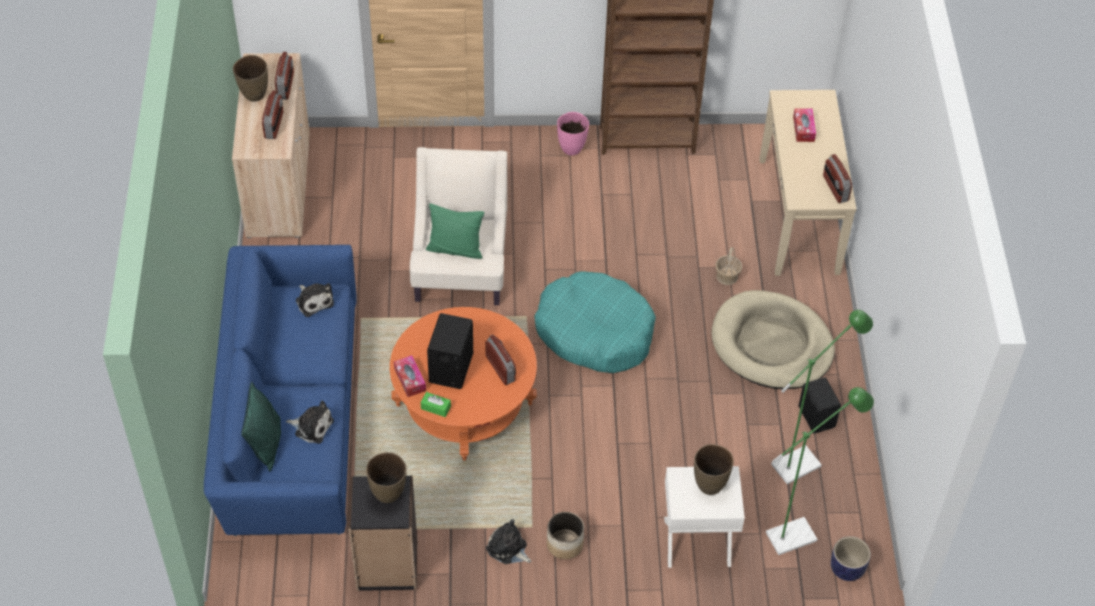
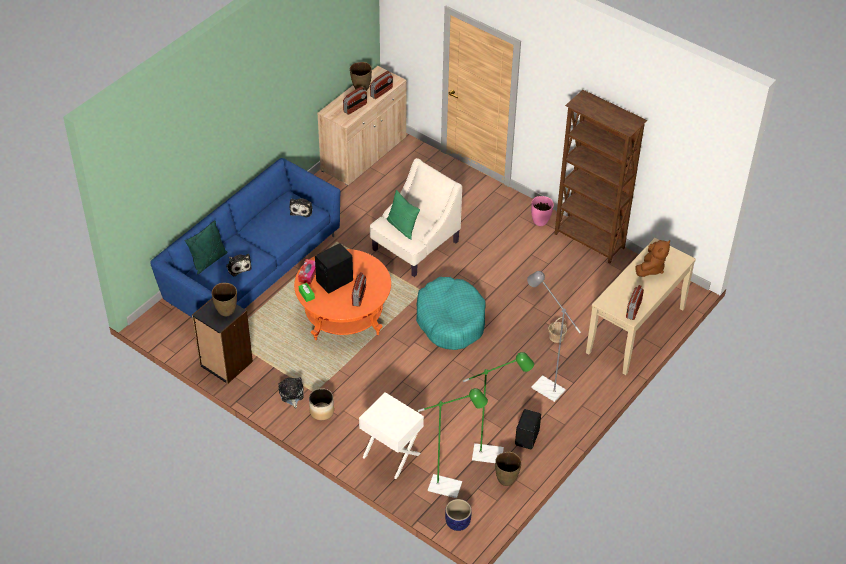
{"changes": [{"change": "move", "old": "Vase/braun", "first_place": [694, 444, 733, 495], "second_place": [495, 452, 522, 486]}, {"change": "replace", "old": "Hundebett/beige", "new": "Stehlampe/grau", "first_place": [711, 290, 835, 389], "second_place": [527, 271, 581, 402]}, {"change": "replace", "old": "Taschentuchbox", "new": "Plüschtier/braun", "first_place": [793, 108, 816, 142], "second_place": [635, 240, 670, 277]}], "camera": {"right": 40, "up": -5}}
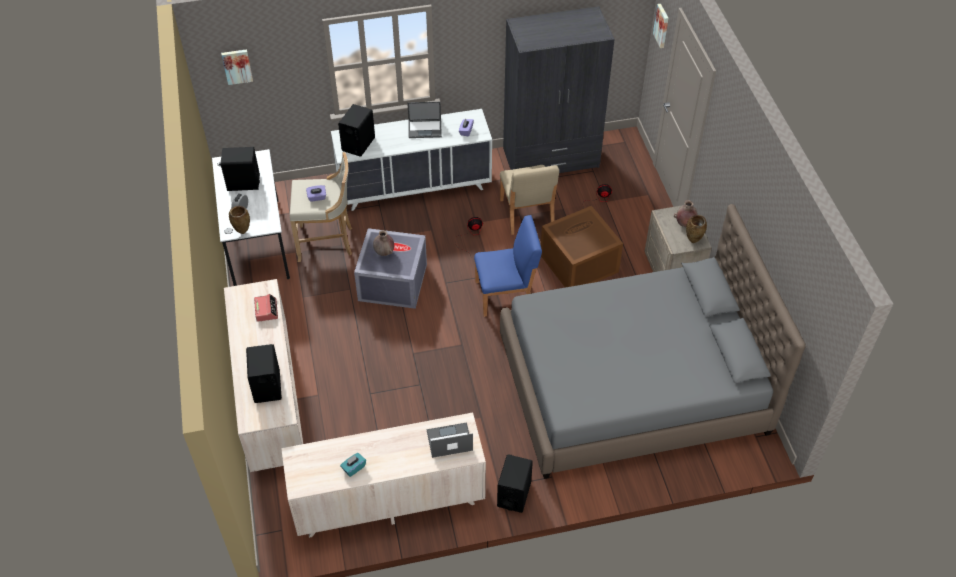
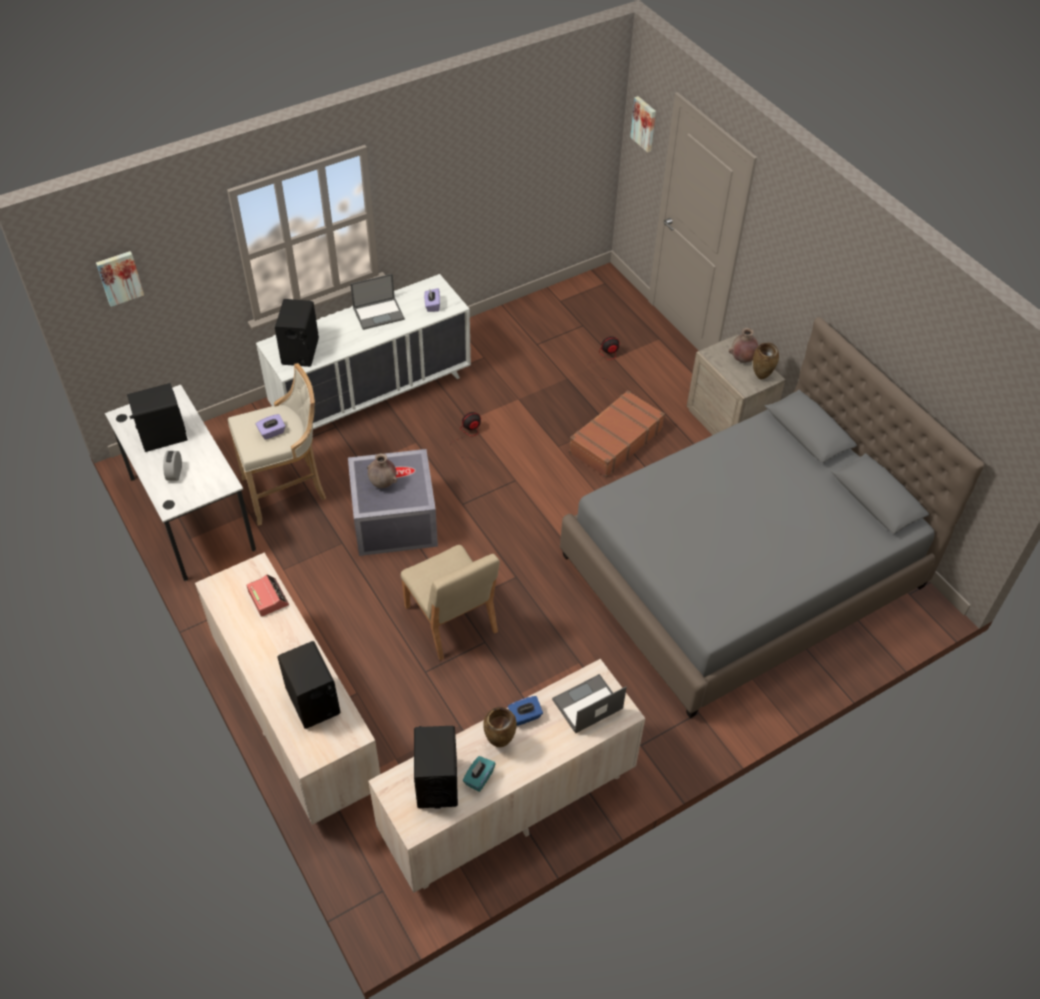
{"changes": [{"change": "move", "old": "Stuhl/beige", "first_place": [500, 165, 559, 235], "second_place": [400, 545, 500, 661]}, {"change": "move", "old": "Lautsprecher/schwarz", "first_place": [497, 454, 533, 513], "second_place": [414, 726, 458, 809]}, {"change": "move", "old": "Vase/braun", "first_place": [229, 206, 250, 234], "second_place": [483, 707, 517, 747]}, {"change": "insert", "new": "Taschentuchbox/blau", "second_place": [508, 696, 543, 726]}, {"change": "replace", "old": "Aufbewahrungsbox/braun", "new": "Koffer/braun", "first_place": [541, 206, 623, 288], "second_place": [569, 390, 665, 478]}, {"change": "delete", "old": "Stuhl/blau", "first_place": [474, 215, 542, 317]}, {"change": "delete", "old": "Kleiderschrank/grau", "first_place": [503, 6, 615, 173]}], "camera": {"right": -20, "up": 0}}
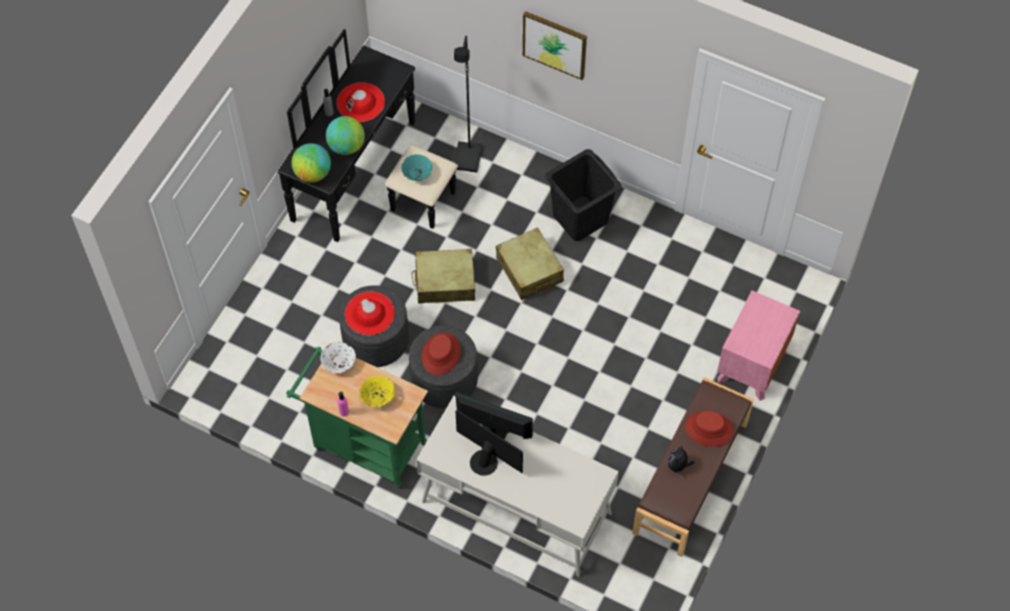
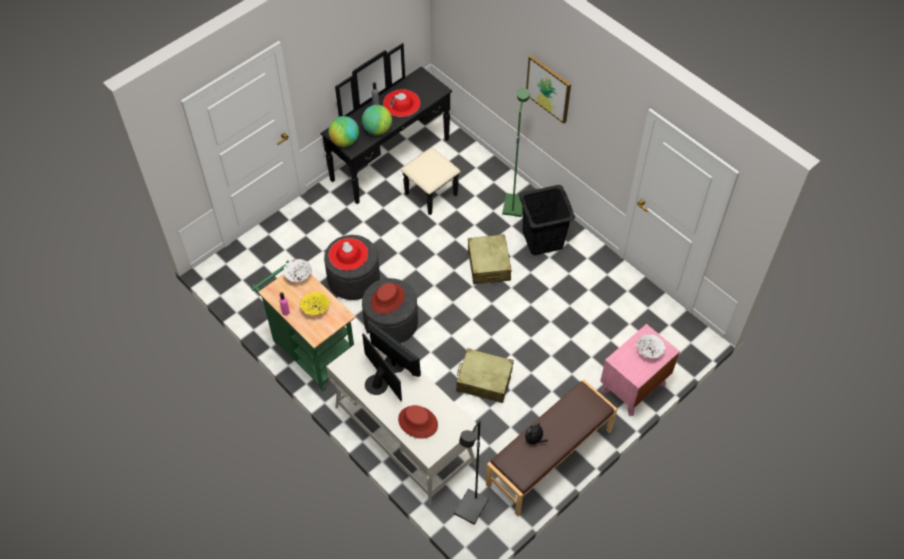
{"changes": [{"change": "move", "old": "Hut/rot", "first_place": [685, 411, 734, 447], "second_place": [398, 405, 438, 439]}, {"change": "move", "old": "Stehlampe/schwarz", "first_place": [454, 36, 482, 173], "second_place": [454, 419, 489, 525]}, {"change": "move", "old": "Koffer/beige", "first_place": [412, 249, 476, 304], "second_place": [456, 348, 514, 403]}, {"change": "insert", "new": "Stehlampe/grün", "second_place": [502, 88, 529, 217]}, {"change": "insert", "new": "Schüssel/weiß", "second_place": [636, 334, 665, 359]}, {"change": "delete", "old": "Schüssel/türkis", "first_place": [401, 154, 432, 181]}], "camera": {"right": 20, "up": -5}}
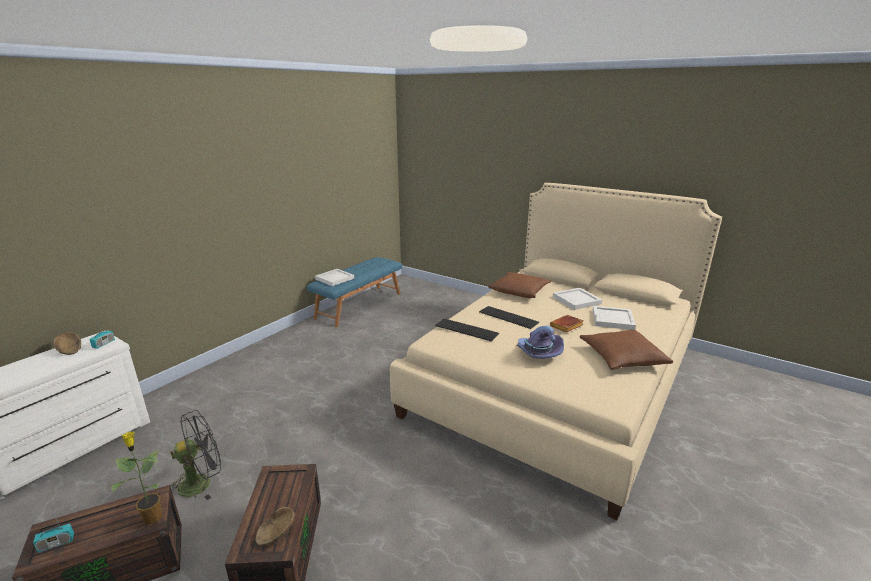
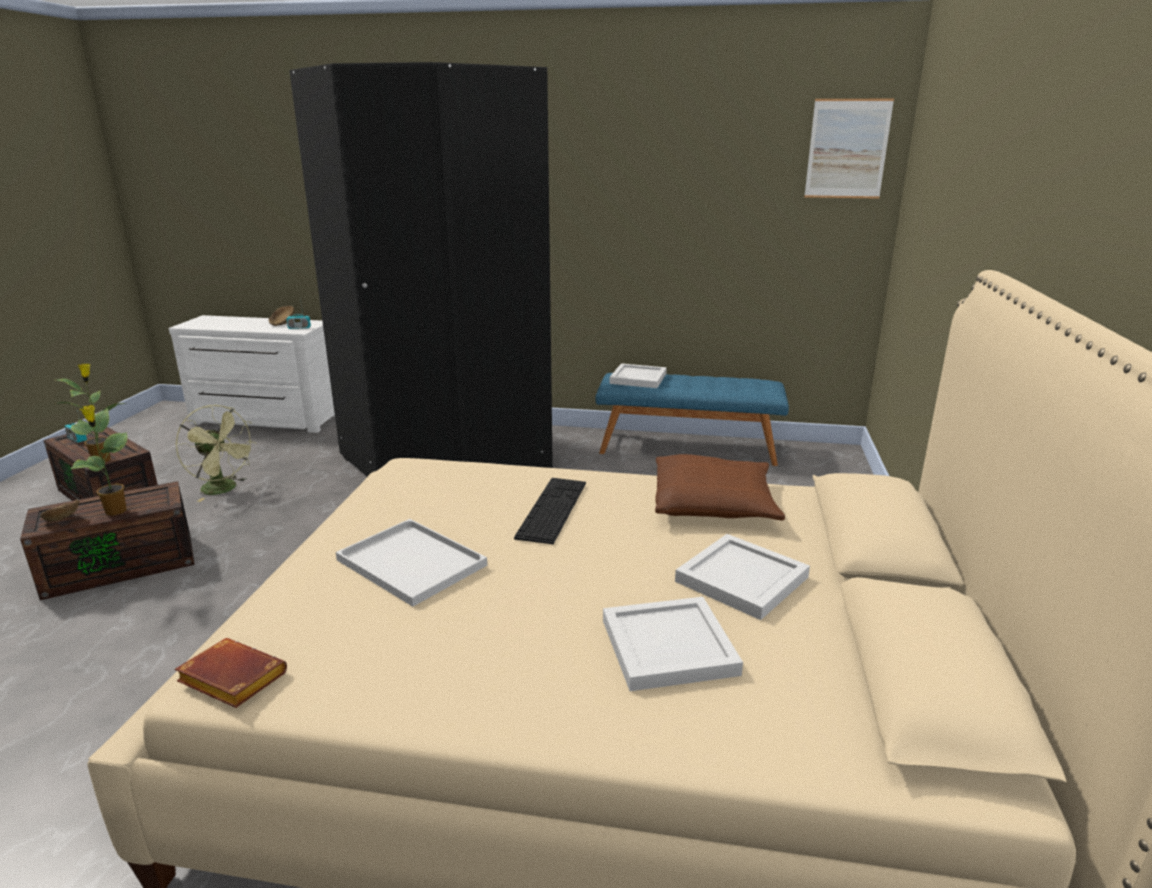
{"changes": [{"change": "insert", "new": "Topfpflanze", "second_place": [70, 405, 128, 515]}, {"change": "recolor", "old": "Ventilator/schwarz", "new": "Ventilator/grün", "first_place": [170, 410, 221, 500], "second_place": [175, 405, 257, 502]}, {"change": "move", "old": "Buch/braun", "first_place": [550, 315, 584, 333], "second_place": [175, 638, 287, 708]}, {"change": "insert", "new": "Kleiderschrank/schwarz", "second_place": [289, 62, 553, 477]}, {"change": "replace", "old": "Hut/lila", "new": "Tablett/weiß", "first_place": [517, 326, 564, 359], "second_place": [336, 519, 487, 607]}, {"change": "insert", "new": "Bild", "second_place": [804, 99, 894, 199]}, {"change": "delete", "old": "Tastatur", "first_place": [435, 319, 499, 341]}, {"change": "delete", "old": "Kissen/braun", "first_place": [580, 330, 673, 370]}], "camera": {"right": 65, "up": 0}}
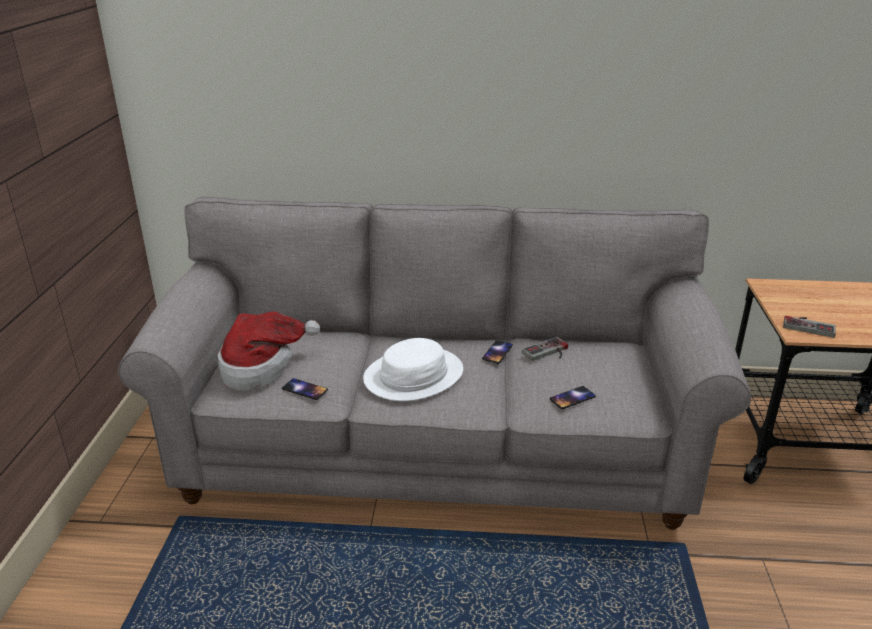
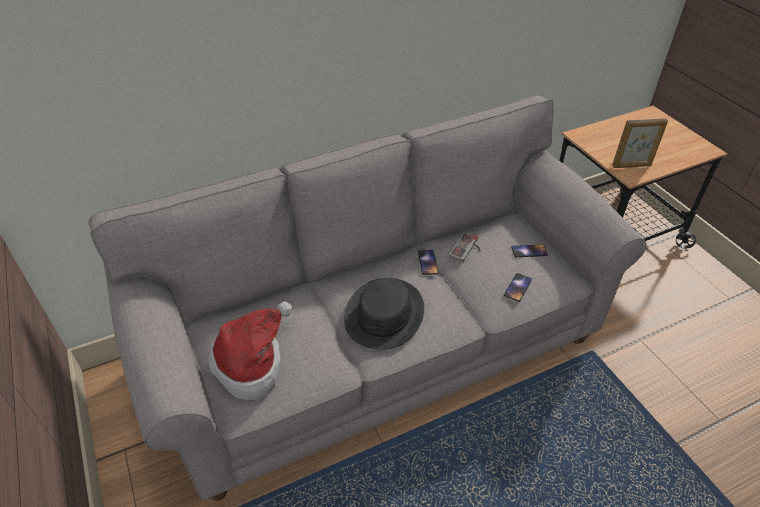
{"changes": [{"change": "recolor", "old": "Hut/weiß", "new": "Hut/schwarz", "first_place": [363, 338, 463, 401], "second_place": [344, 278, 424, 350]}, {"change": "move", "old": "Handy", "first_place": [282, 378, 328, 400], "second_place": [511, 244, 548, 257]}, {"change": "replace", "old": "Gamepad", "new": "Bilderrahmen", "first_place": [783, 316, 836, 338], "second_place": [612, 118, 668, 168]}], "camera": {"right": -30, "up": 15}}
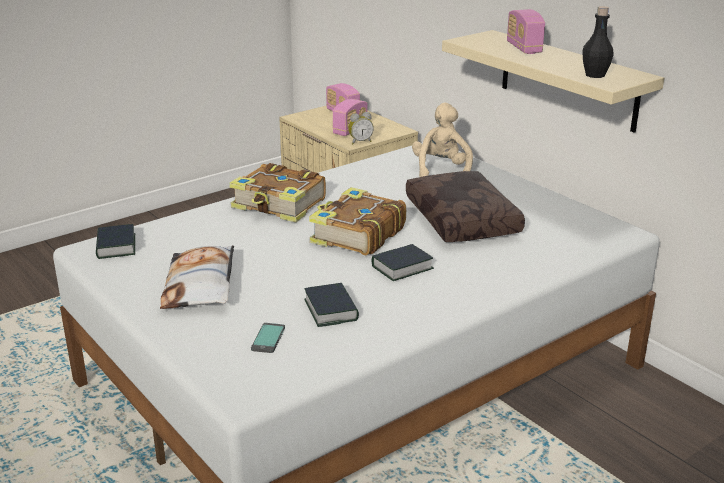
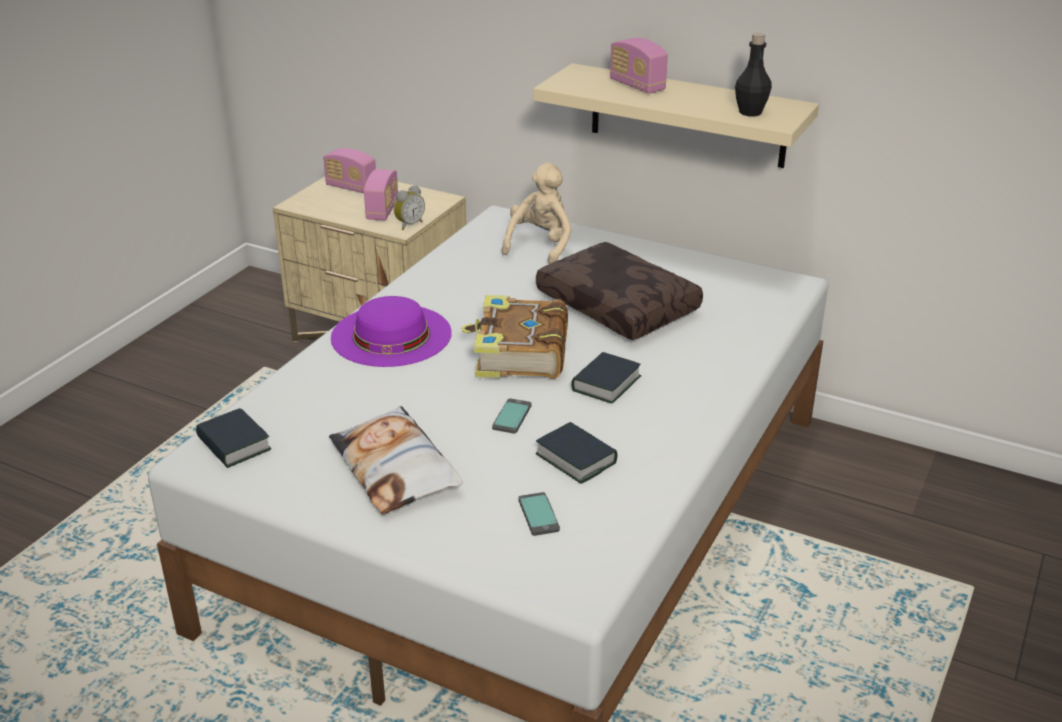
{"changes": [{"change": "replace", "old": "Buch", "new": "Hut/lila", "first_place": [229, 163, 326, 222], "second_place": [331, 296, 452, 367]}, {"change": "insert", "new": "Handy", "second_place": [492, 398, 531, 434]}, {"change": "rotate", "old": "Plüschtier/beige", "first_place": [412, 103, 473, 177], "second_place": [502, 162, 572, 264], "degrees": 45}], "camera": {"right": -25, "up": 5}}
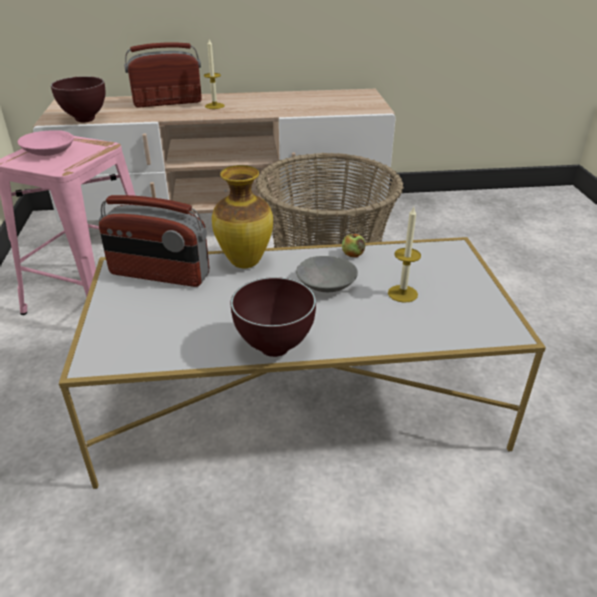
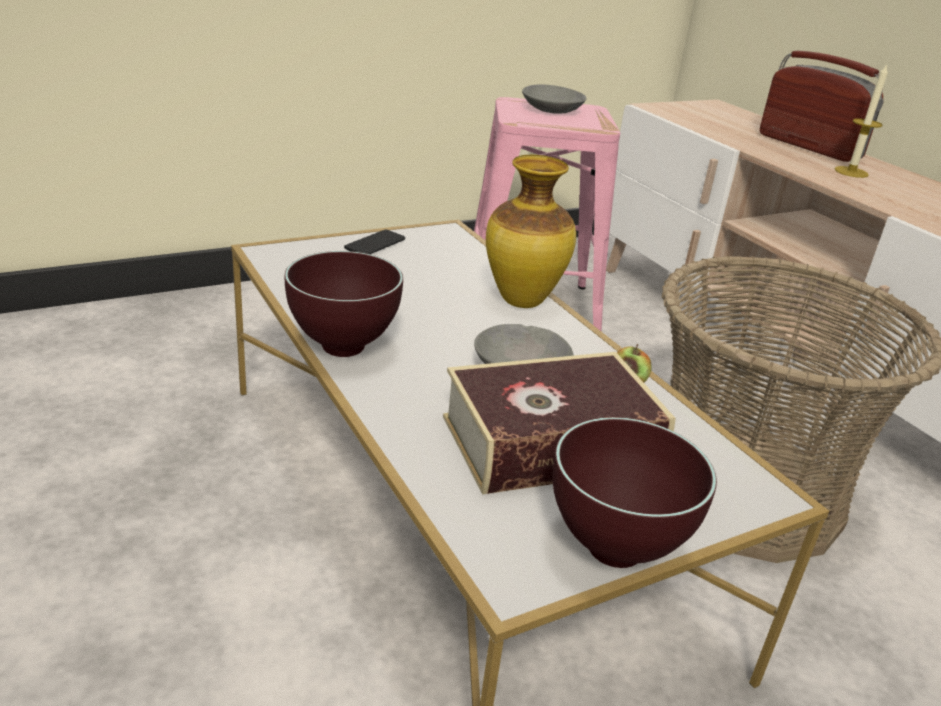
{"changes": [{"change": "insert", "new": "Handy", "second_place": [344, 229, 405, 254]}, {"change": "replace", "old": "Kerze", "new": "Buch", "first_place": [388, 207, 421, 303], "second_place": [443, 352, 676, 494]}, {"change": "recolor", "old": "Schüssel/rosa", "new": "Schüssel/grau", "first_place": [18, 130, 74, 156], "second_place": [522, 84, 586, 114]}, {"change": "move", "old": "Schüssel/braun", "first_place": [51, 76, 105, 123], "second_place": [553, 417, 717, 568]}, {"change": "delete", "old": "Radio", "first_place": [99, 195, 209, 287]}], "camera": {"right": 65, "up": -5}}
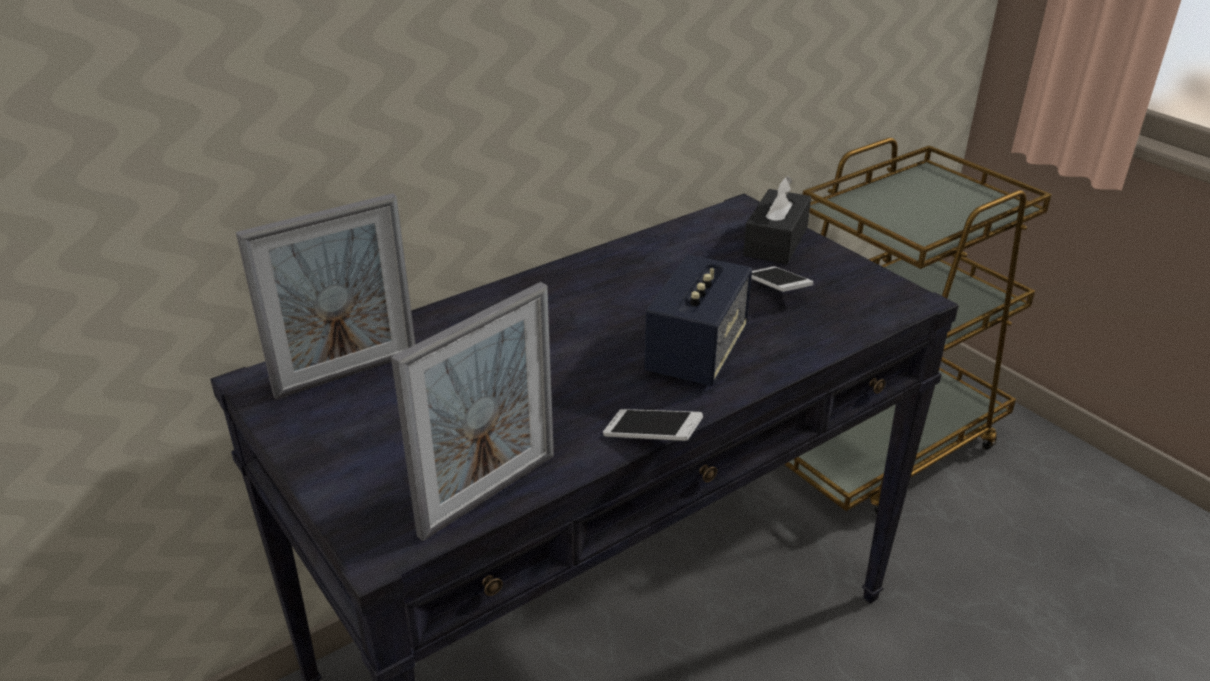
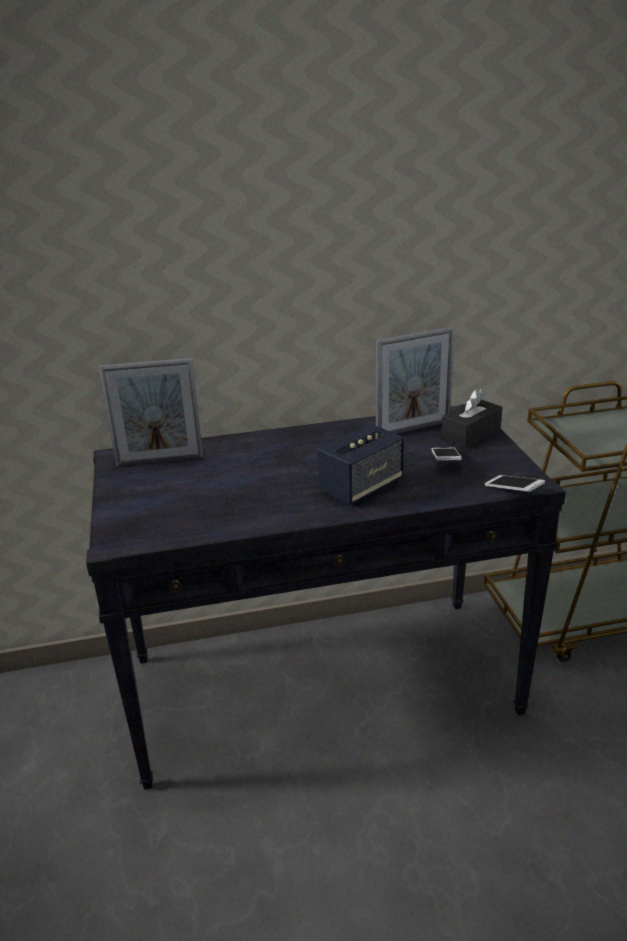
{"changes": [{"change": "move", "old": "Bilderrahmen", "first_place": [391, 282, 554, 541], "second_place": [376, 327, 455, 434]}, {"change": "move", "old": "Handy", "first_place": [603, 409, 703, 441], "second_place": [484, 475, 545, 492]}], "camera": {"right": 25, "up": -5}}
